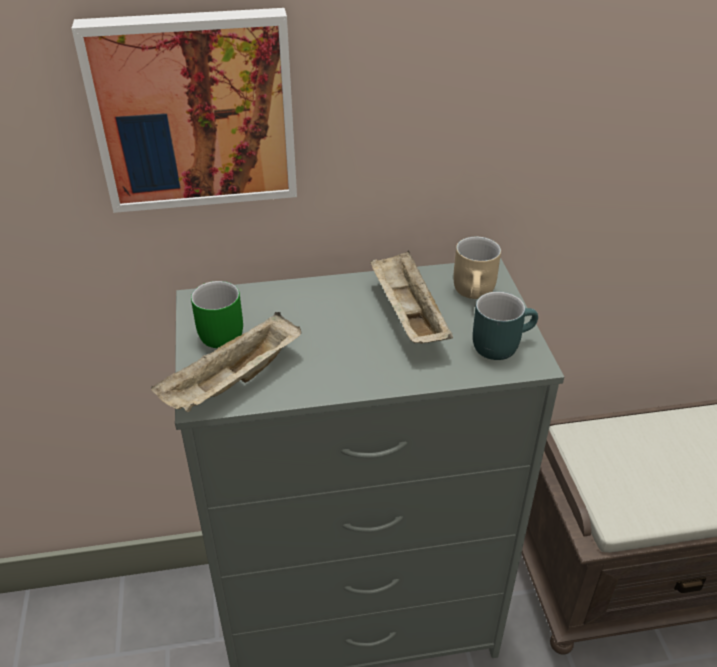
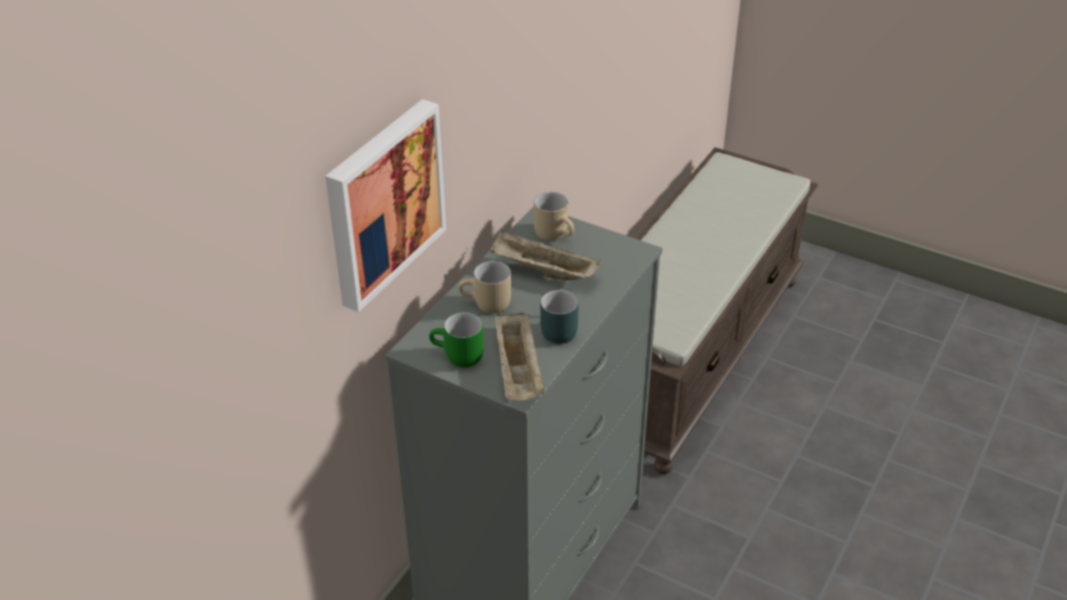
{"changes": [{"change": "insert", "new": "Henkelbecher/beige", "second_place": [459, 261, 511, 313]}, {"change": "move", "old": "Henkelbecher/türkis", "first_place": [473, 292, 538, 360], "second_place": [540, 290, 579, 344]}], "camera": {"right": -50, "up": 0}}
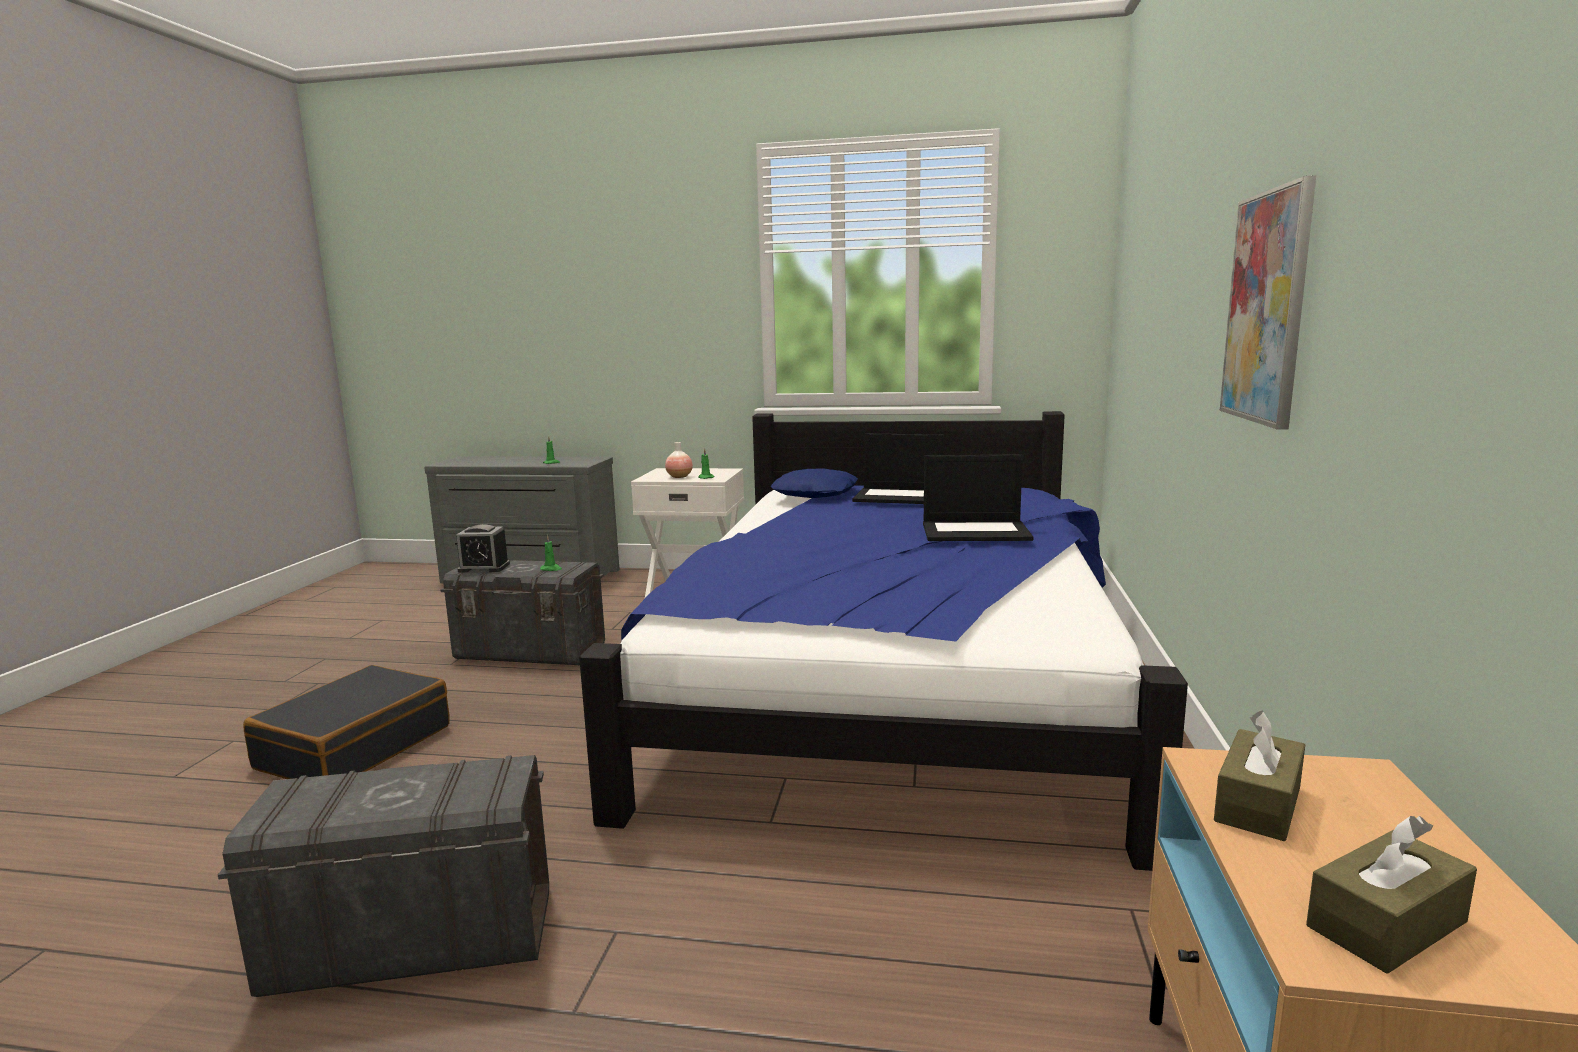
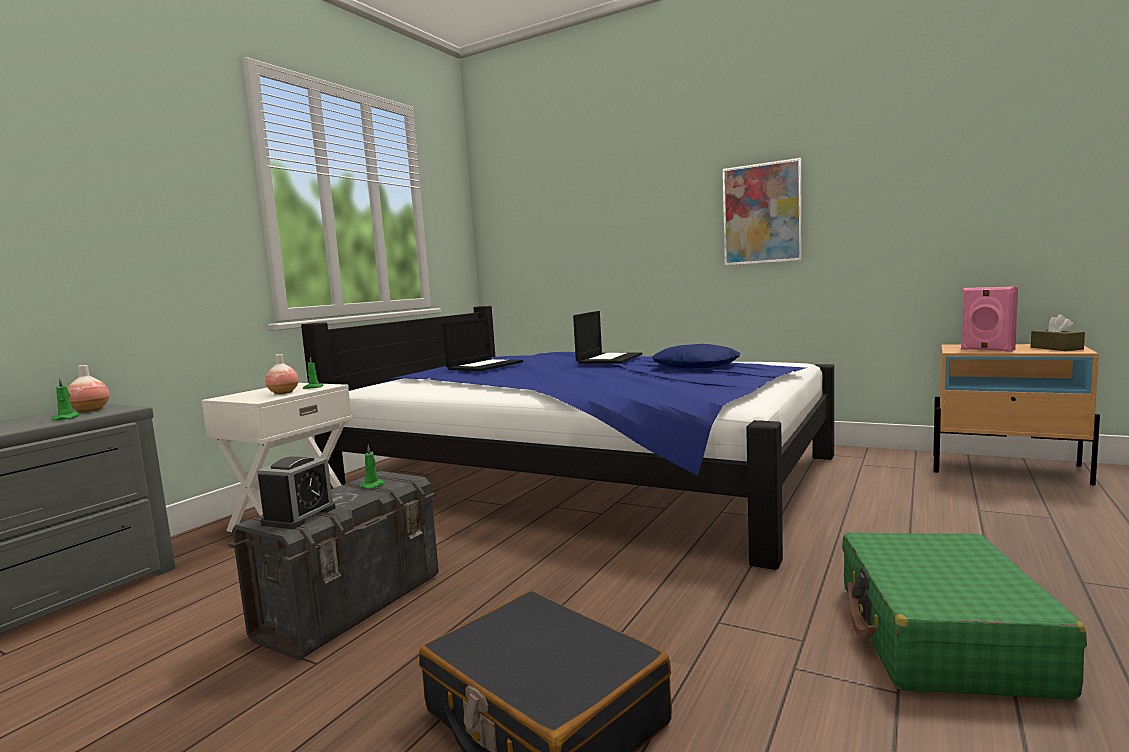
{"changes": [{"change": "insert", "new": "Vase", "second_place": [67, 365, 110, 412]}, {"change": "move", "old": "Kissen/blau", "first_place": [771, 468, 858, 498], "second_place": [652, 344, 740, 369]}, {"change": "replace", "old": "Aufbewahrungsbox/grau", "new": "Koffer/grün", "first_place": [218, 755, 549, 997], "second_place": [842, 533, 1087, 699]}, {"change": "replace", "old": "Taschentuchbox/braun", "new": "Lautsprecher/rosa", "first_place": [1214, 711, 1305, 841], "second_place": [961, 286, 1018, 352]}], "camera": {"right": -70, "up": -5}}
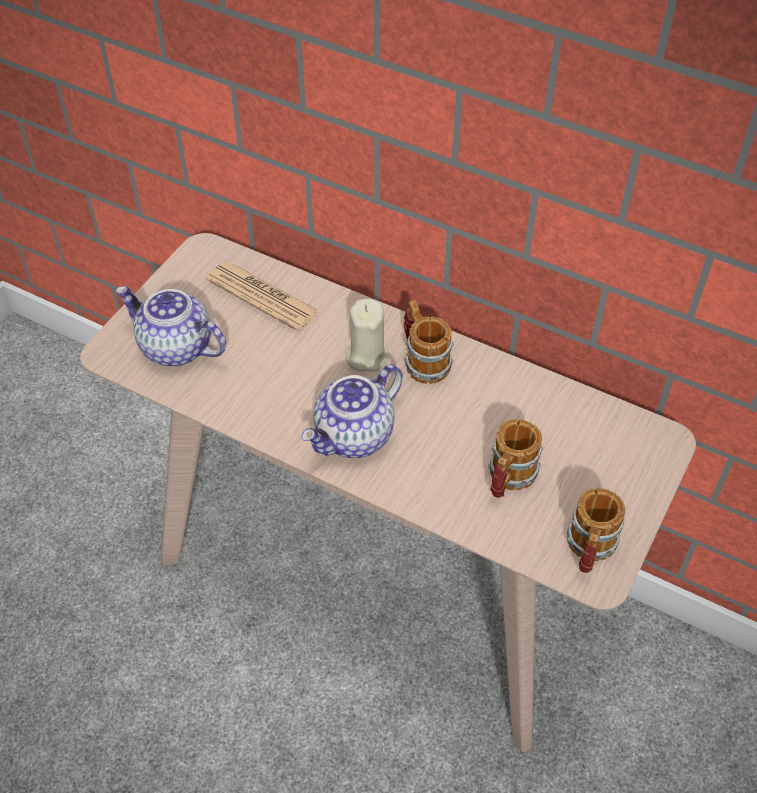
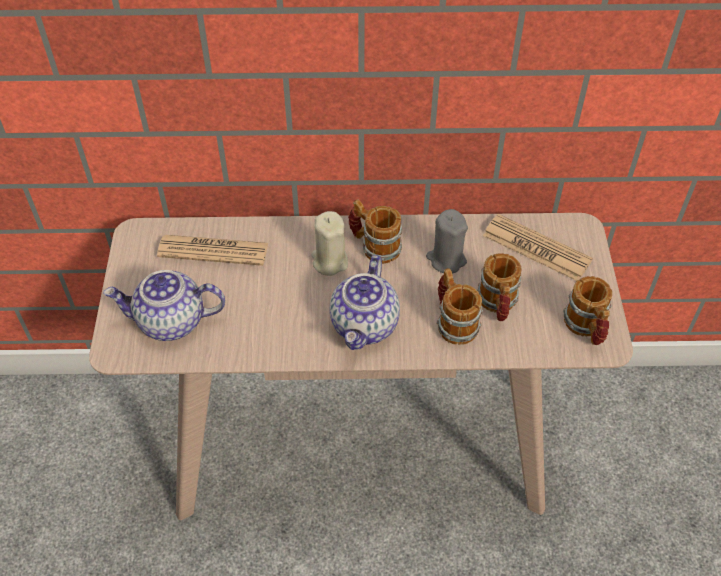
{"changes": [{"change": "insert", "new": "Kerze/grau", "second_place": [426, 209, 468, 274]}, {"change": "insert", "new": "Henkelbecher", "second_place": [437, 268, 483, 345]}, {"change": "insert", "new": "Zeitung", "second_place": [483, 214, 593, 281]}], "camera": {"right": -30, "up": 0}}
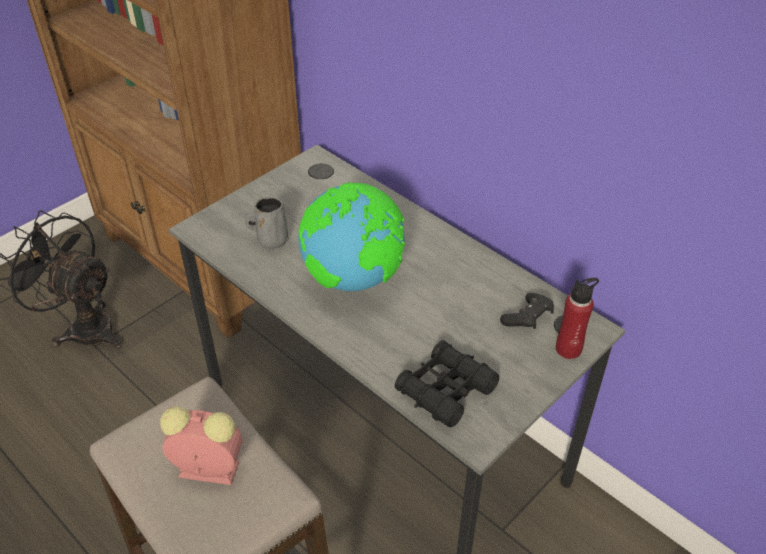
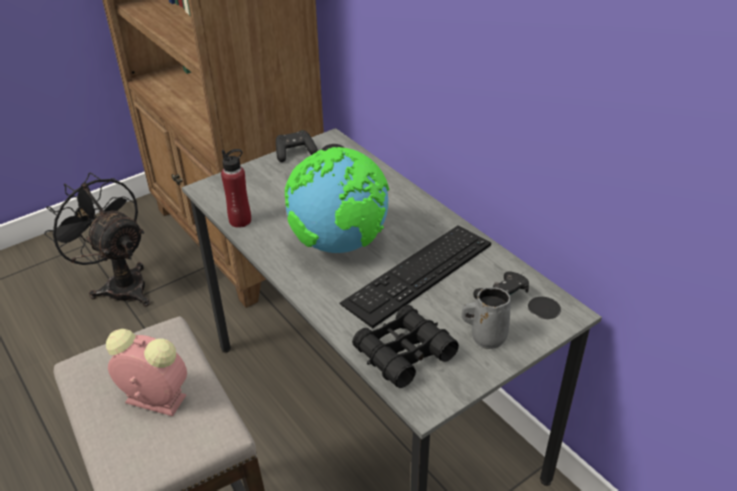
{"changes": [{"change": "move", "old": "Flasche/rot", "first_place": [556, 278, 599, 359], "second_place": [221, 149, 251, 228]}, {"change": "insert", "new": "Gamepad/schwarz", "second_place": [276, 130, 318, 162]}, {"change": "insert", "new": "Tastatur", "second_place": [340, 226, 491, 329]}, {"change": "move", "old": "Henkelbecher/grau", "first_place": [245, 197, 288, 250], "second_place": [461, 287, 511, 349]}], "camera": {"right": 10, "up": -5}}
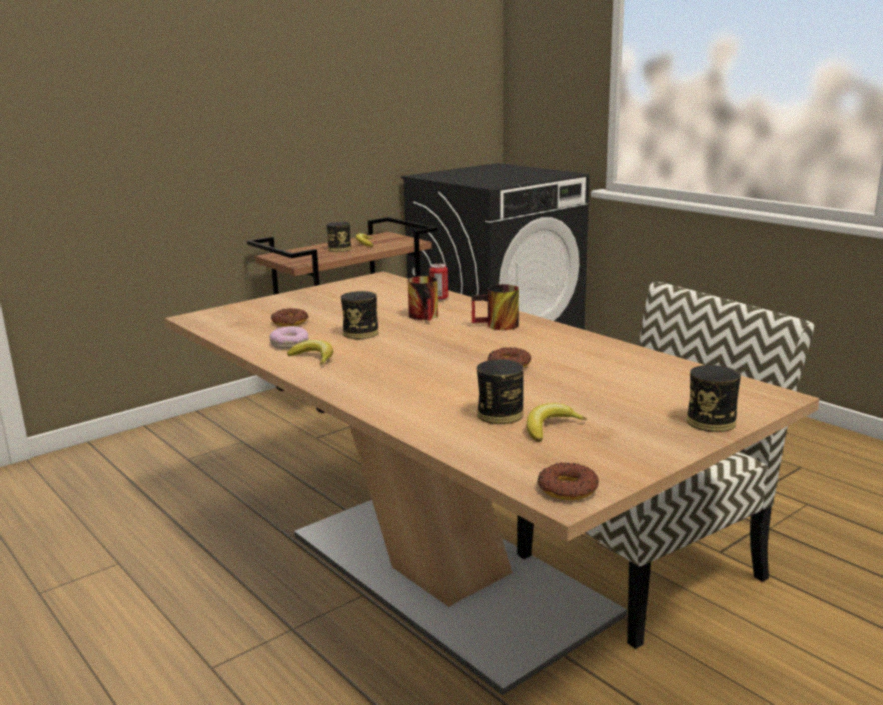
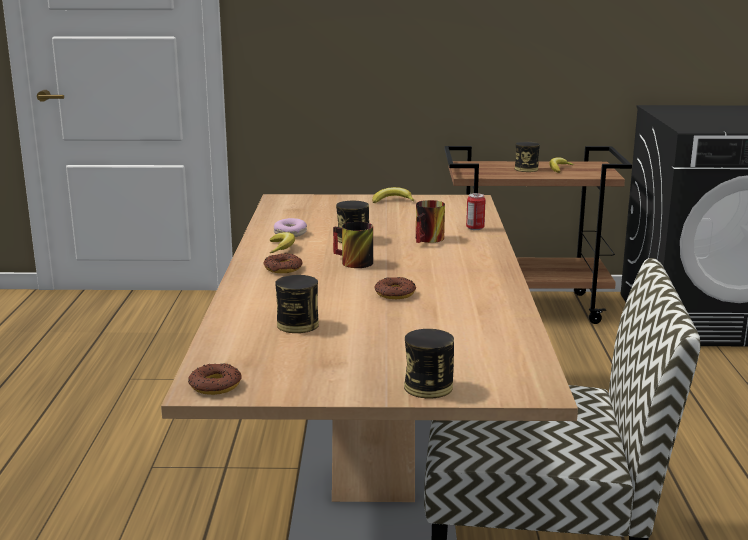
{"changes": [{"change": "move", "old": "Donut", "first_place": [271, 308, 308, 327], "second_place": [264, 253, 302, 273]}, {"change": "move", "old": "Henkelbecher", "first_place": [472, 284, 519, 330], "second_place": [333, 222, 373, 268]}, {"change": "move", "old": "Banane", "first_place": [527, 403, 587, 442], "second_place": [372, 187, 414, 203]}], "camera": {"right": 40, "up": 0}}
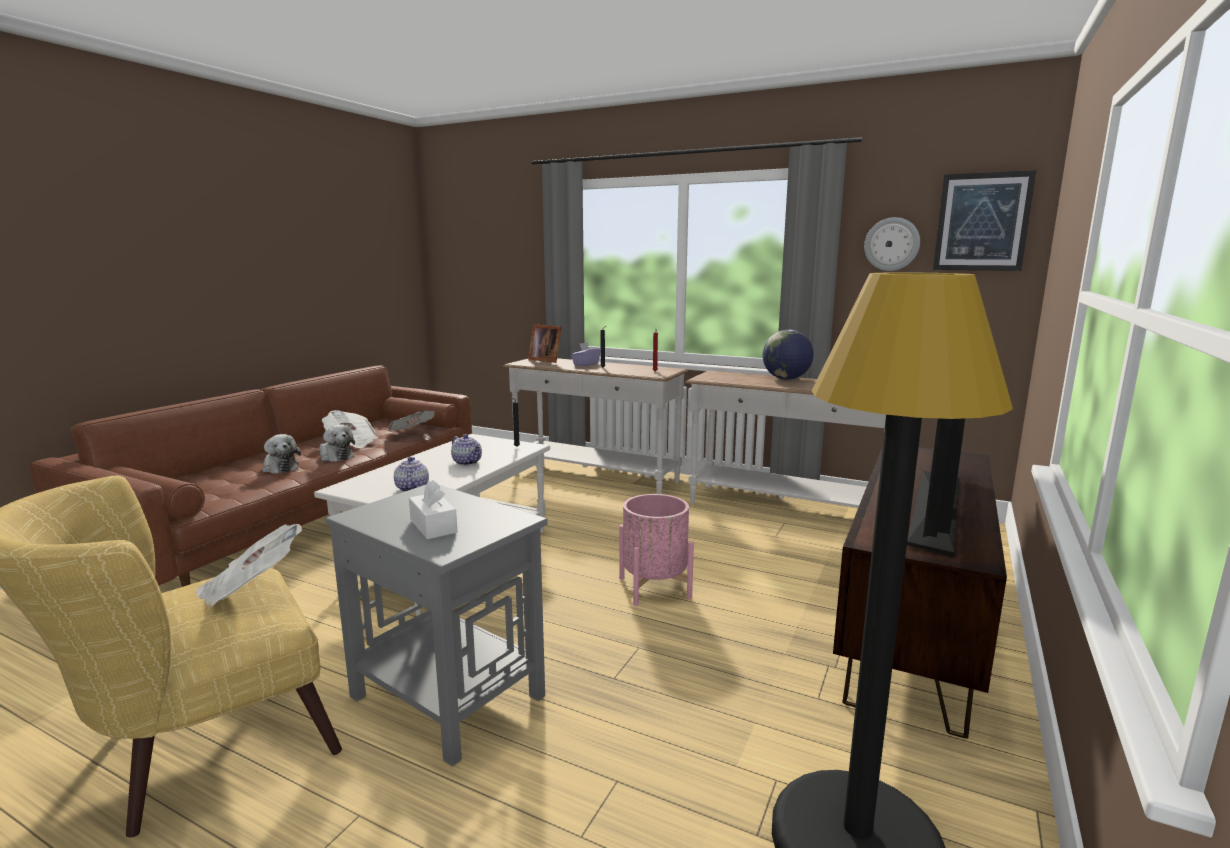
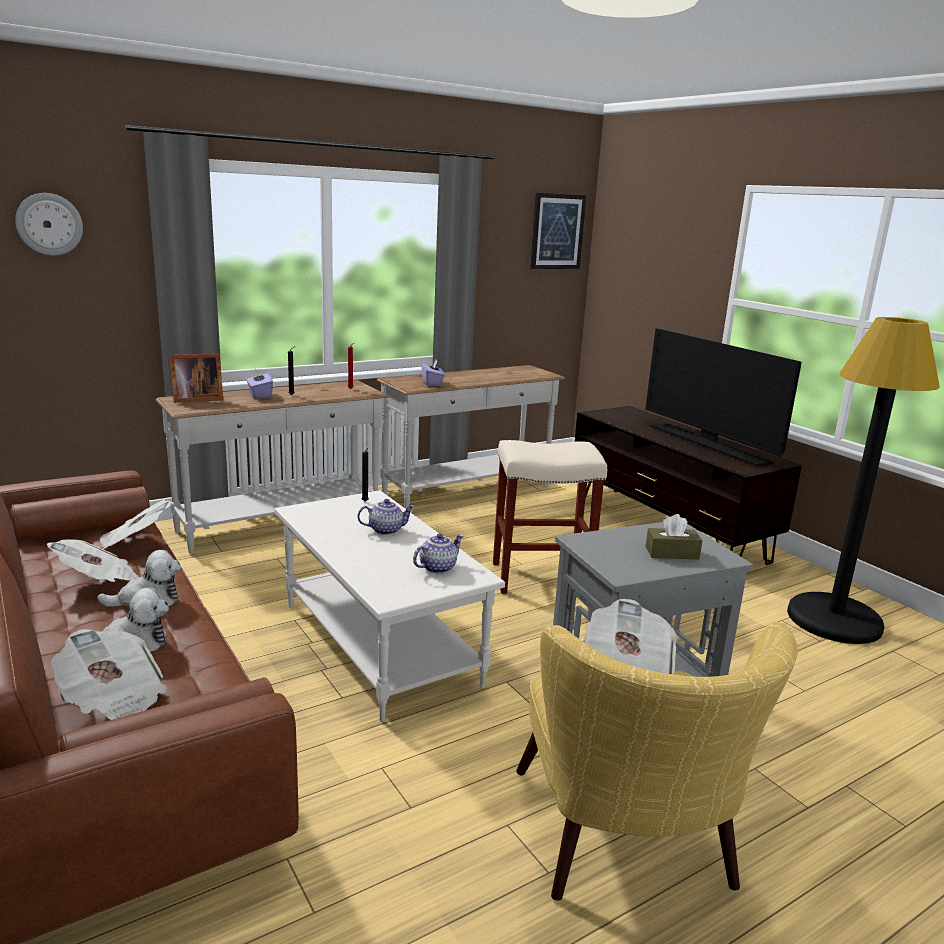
{"changes": [{"change": "move", "old": "Wanduhr", "first_place": [864, 217, 920, 271], "second_place": [15, 193, 83, 256]}, {"change": "insert", "new": "Zeitung", "second_place": [51, 629, 167, 720]}, {"change": "rotate", "old": "Teekanne", "first_place": [394, 457, 429, 492], "second_place": [413, 533, 463, 574], "degrees": 120}, {"change": "insert", "new": "Taschentuchbox/lila", "second_place": [422, 360, 445, 386]}, {"change": "replace", "old": "Pflanzkübel/rosa", "new": "Hocker/beige", "first_place": [619, 494, 694, 606], "second_place": [493, 440, 607, 594]}, {"change": "recolor", "old": "Taschentuchbox/weiß", "new": "Taschentuchbox/braun", "first_place": [409, 480, 457, 539], "second_place": [645, 514, 703, 559]}, {"change": "delete", "old": "Globus", "first_place": [762, 330, 814, 380]}], "camera": {"right": -60, "up": 5}}
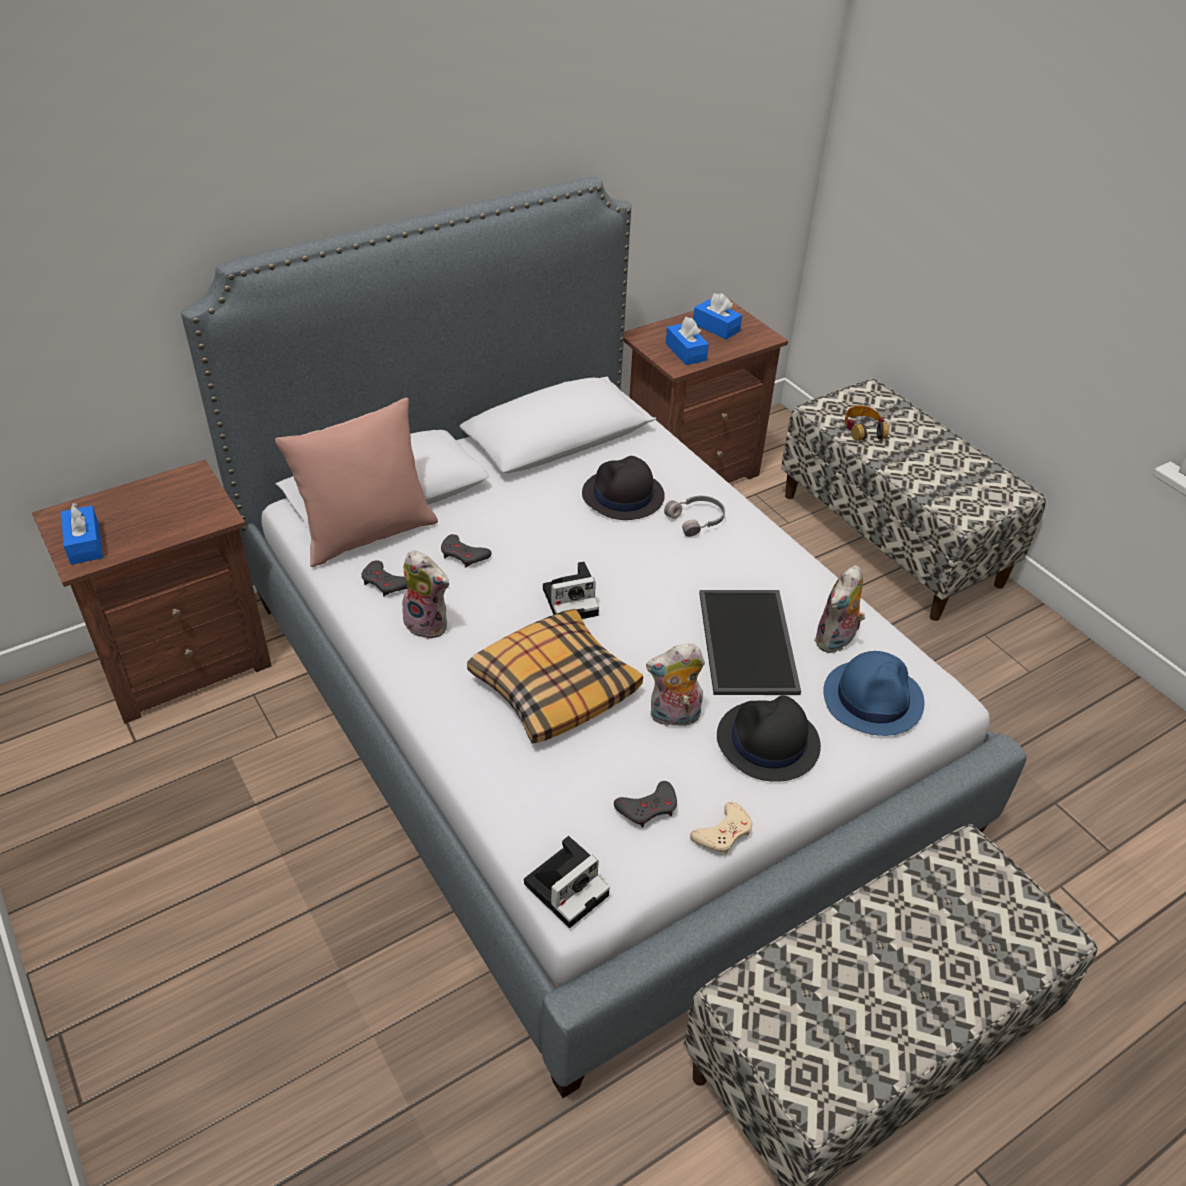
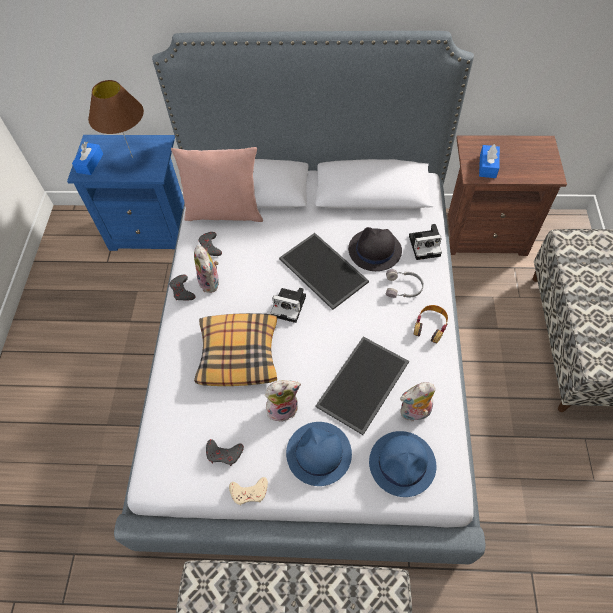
{"changes": [{"change": "recolor", "old": "Nachttisch/braun", "new": "Nachttisch/blau", "first_place": [32, 460, 272, 724], "second_place": [67, 135, 184, 251]}, {"change": "insert", "new": "Tischlampe/braun", "second_place": [88, 80, 144, 158]}, {"change": "move", "old": "Gamepad/grau", "first_place": [441, 534, 492, 568], "second_place": [169, 275, 196, 300]}, {"change": "rotate", "old": "Plüschtier", "first_place": [646, 644, 705, 726], "second_place": [265, 380, 301, 422], "degrees": 135}, {"change": "insert", "new": "Tablett", "second_place": [279, 233, 369, 310]}, {"change": "recolor", "old": "Hut/schwarz", "new": "Hut/blau", "first_place": [717, 695, 821, 782], "second_place": [286, 422, 352, 486]}, {"change": "move", "old": "Kamera", "first_place": [524, 836, 610, 928], "second_place": [409, 224, 442, 260]}, {"change": "move", "old": "Kopfhörer", "first_place": [845, 406, 889, 441], "second_place": [413, 305, 448, 343]}, {"change": "delete", "old": "Taschentuchbox/blau", "first_place": [693, 293, 742, 339]}], "camera": {"right": 40, "up": 15}}
